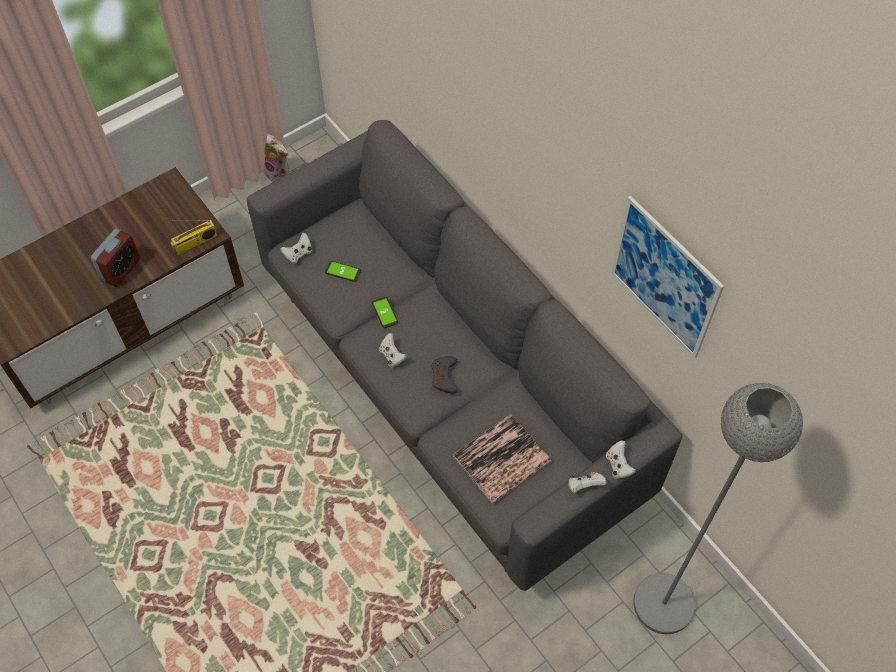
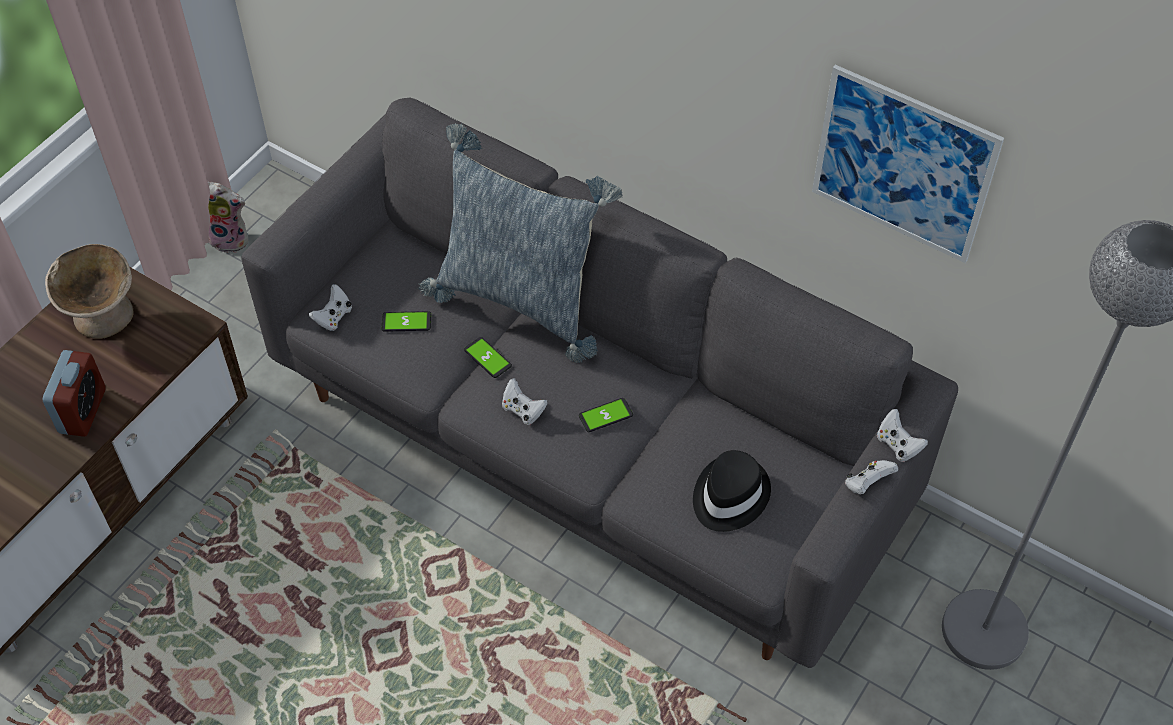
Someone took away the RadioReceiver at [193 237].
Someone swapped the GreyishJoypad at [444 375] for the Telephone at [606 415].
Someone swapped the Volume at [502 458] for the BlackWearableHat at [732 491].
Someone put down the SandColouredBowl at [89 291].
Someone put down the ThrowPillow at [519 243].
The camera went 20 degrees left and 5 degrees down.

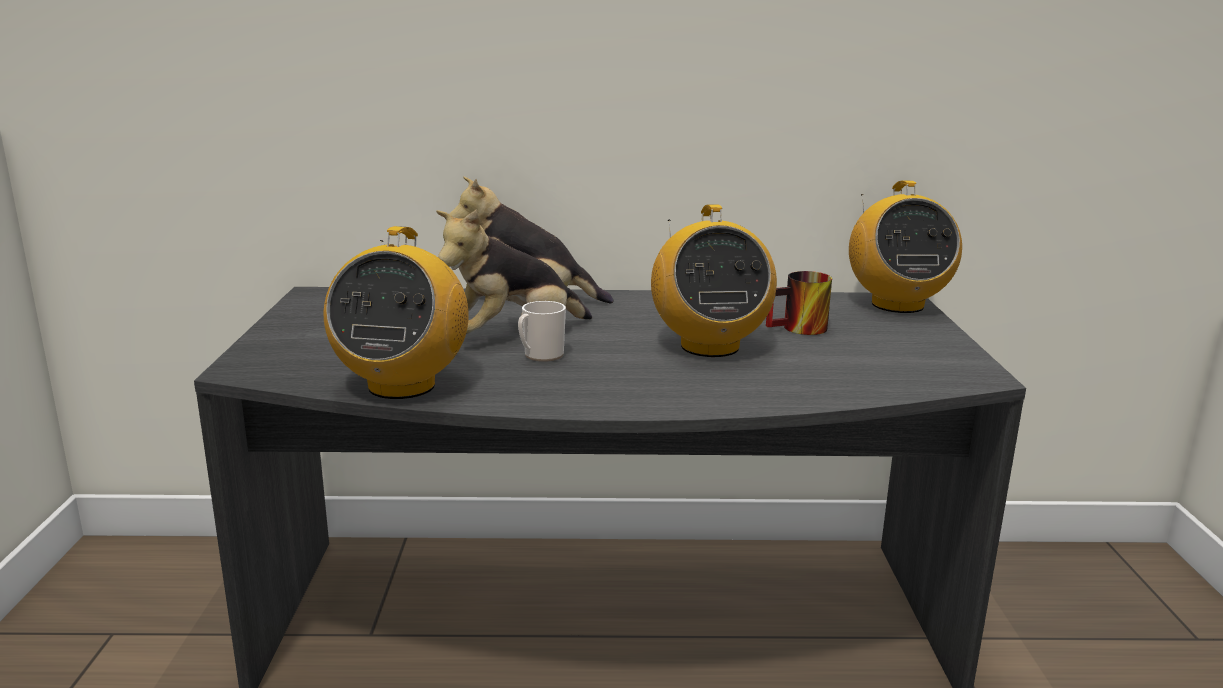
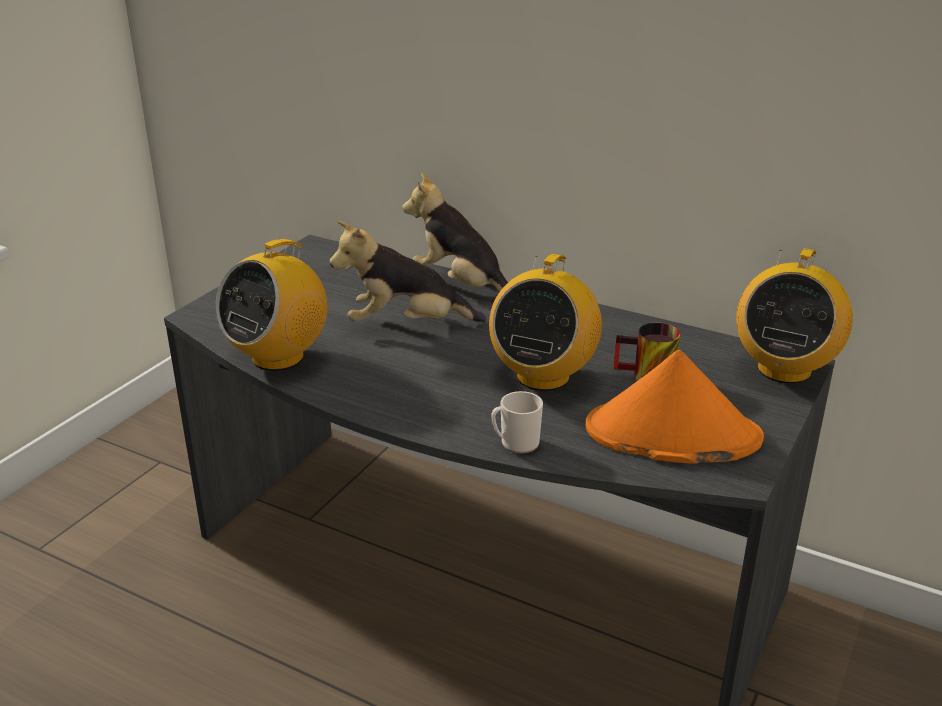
Someone carried the TeaMug from [542 331] to [517 422].
Someone put down the OrangeColouredWearableHat at [674 407].
The camera went 30 degrees right and 10 degrees up.

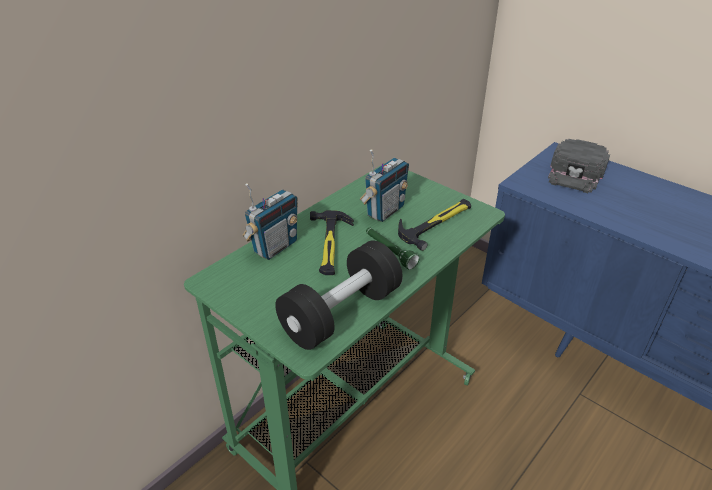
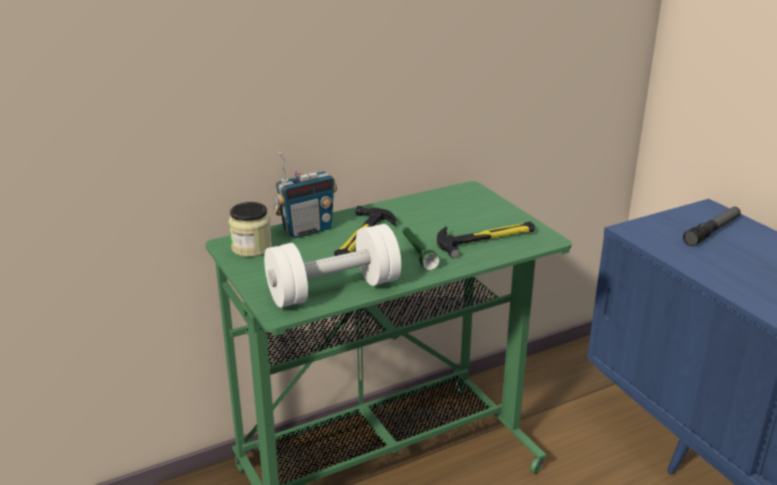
Someone repainted the BlackFreeWeight at [339 295], which became the WhiteColouredFreeWeight at [332 266].
Someone took away the RadioReceiver at [384 185].
Someone swapped the BlackCap at [579 166] for the HandTorch at [712 226].
Someone put down the StorageJar at [250 229].
The camera went 20 degrees right and 10 degrees down.

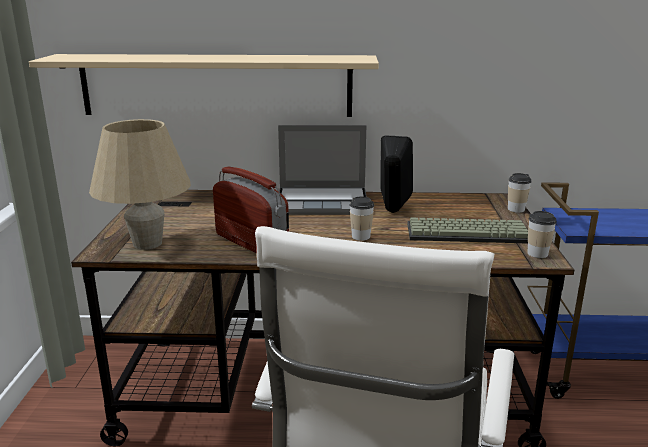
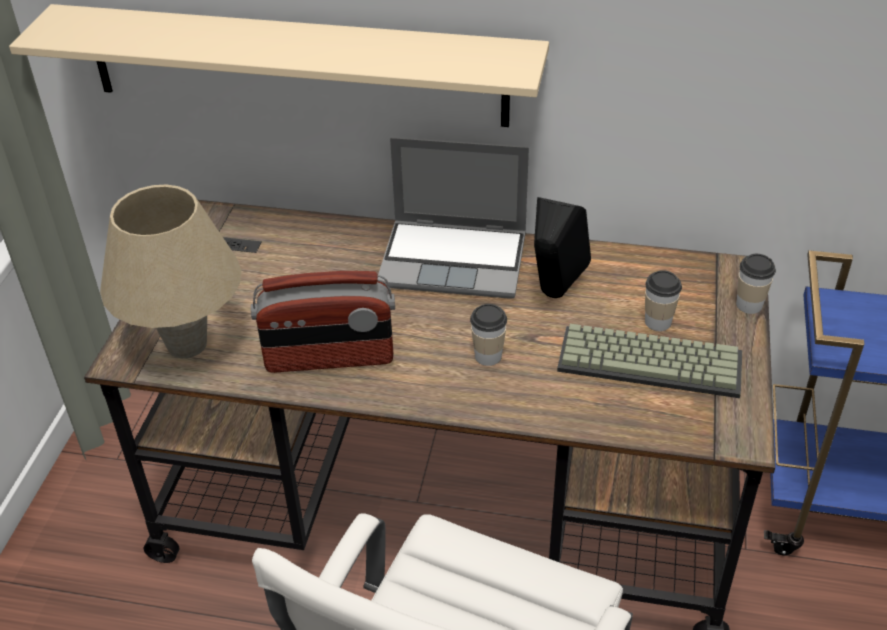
Someone rotated the RadioReceiver at [251 210] by 120 degrees clockwise.
Someone carried the Cup from [542 234] to [663 300].
The camera went 10 degrees right and 20 degrees up.

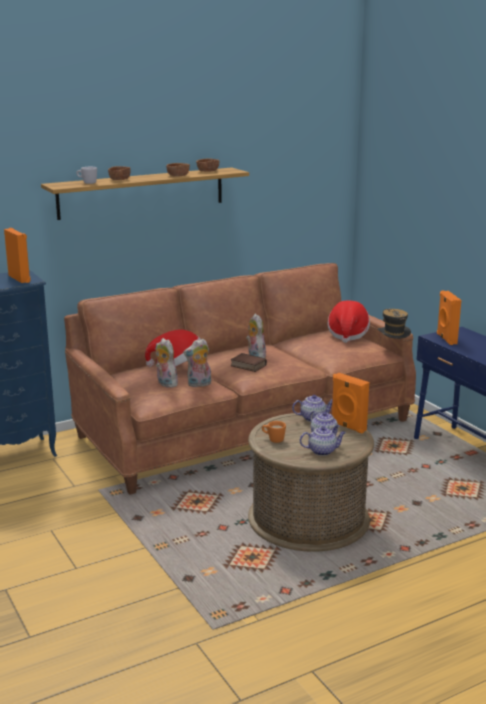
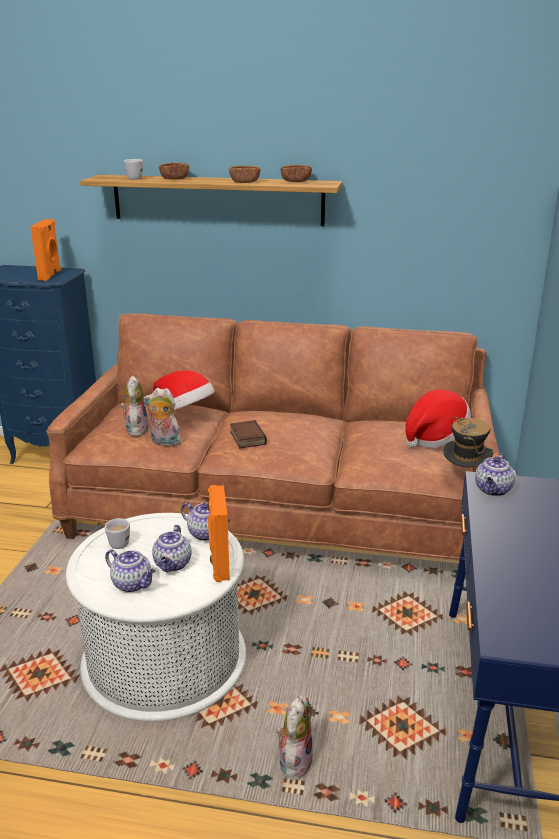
Someone carried the PlushToy from [256 336] to [294 737].
Someone repainted the BrownColouredLoungeTable at [311 482], which became the WhiteColouredLoungeTable at [156 617].
Someone repainted the OrangeColouredTeaMug at [274 432], which became the WhiteColouredTeaMug at [117 533].
Someone swapped the OrangeColouredAudioSpeaker at [449 318] for the TeaPot at [495 474].
The camera went 40 degrees right and 5 degrees up.

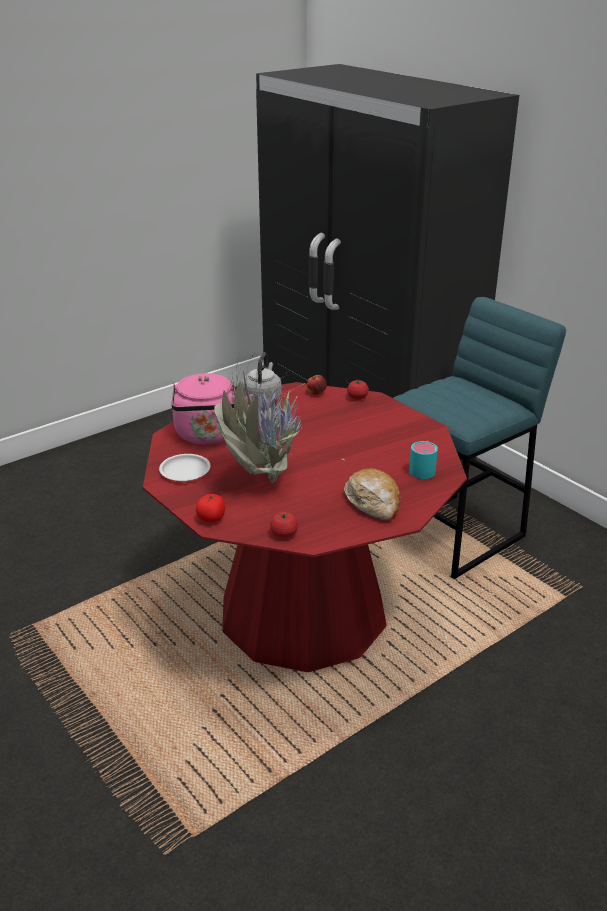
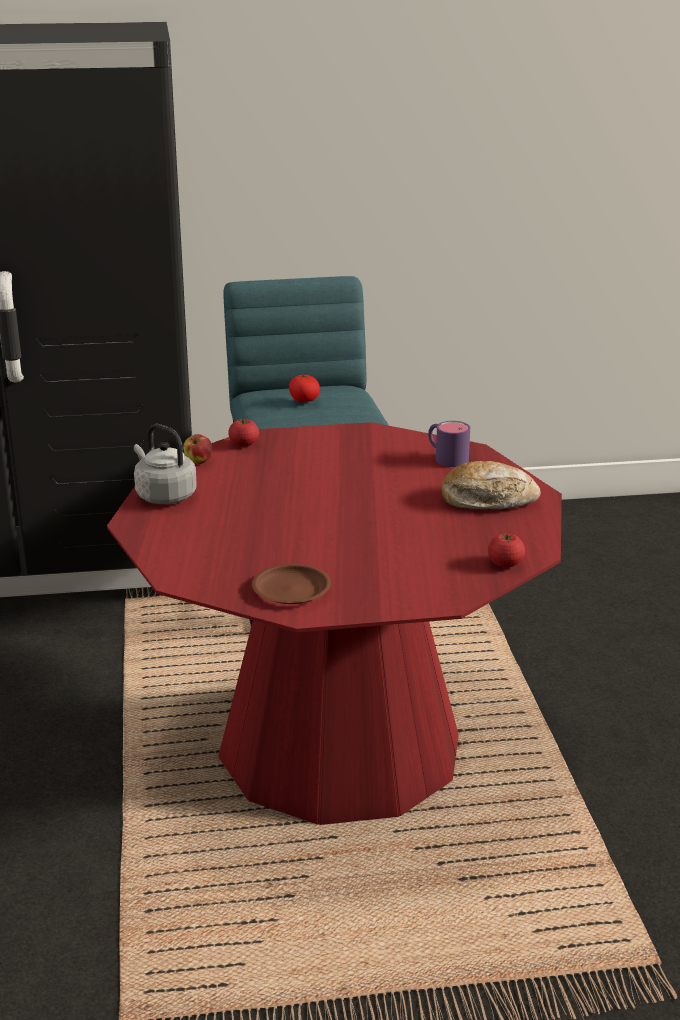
Someone repainted the WhiteColouredPlate at [185 467], which became the BrownColouredPlate at [291 584].
Someone took away the PinkishWaterKettle at [212 409].
Someone carried the WholeTomato from [210 508] to [304 388].
Someone took away the PlantInAPot at [279 416].
Someone repainted the BlueGreenTeaMug at [423 460], which became the PurplishTeaMug at [449 444].
The camera went 60 degrees left and 5 degrees down.

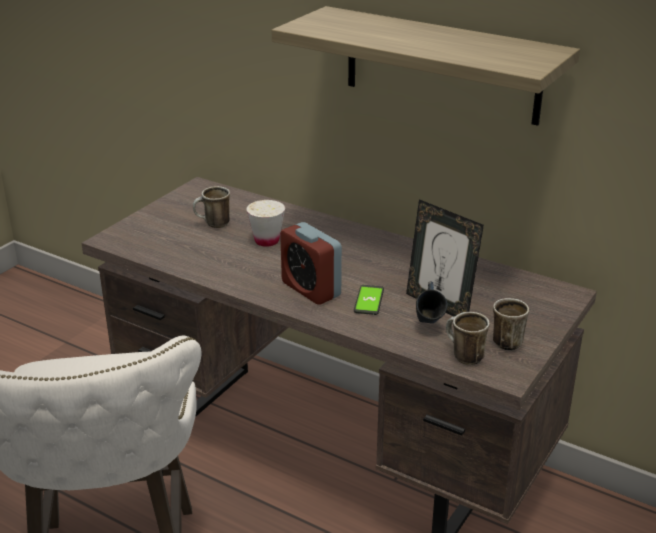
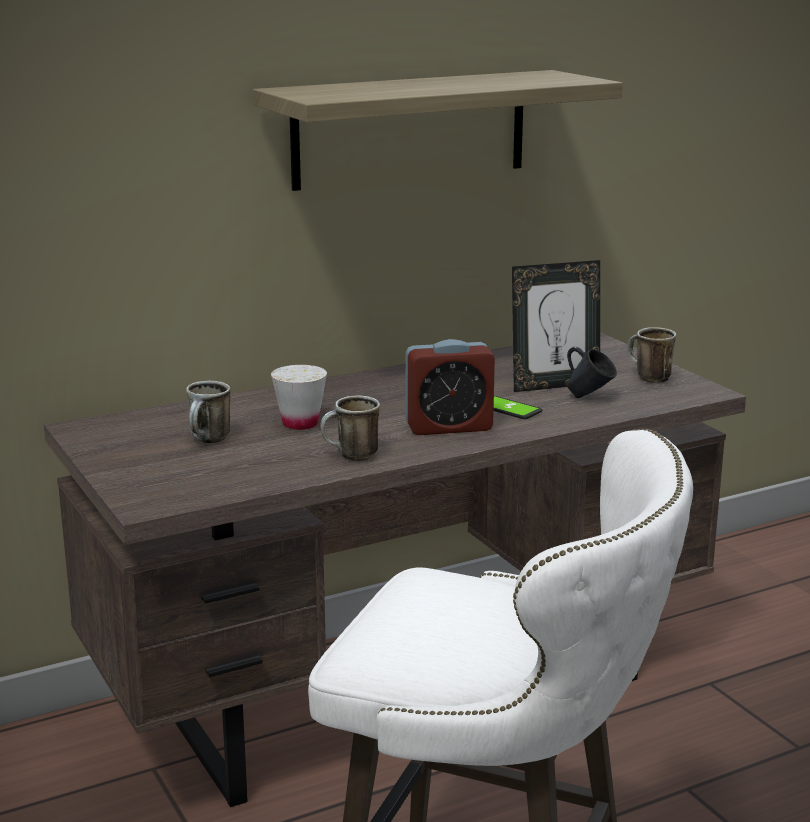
Someone carried the TeaMug from [468 338] to [350 428].
The camera went 60 degrees left and 10 degrees down.

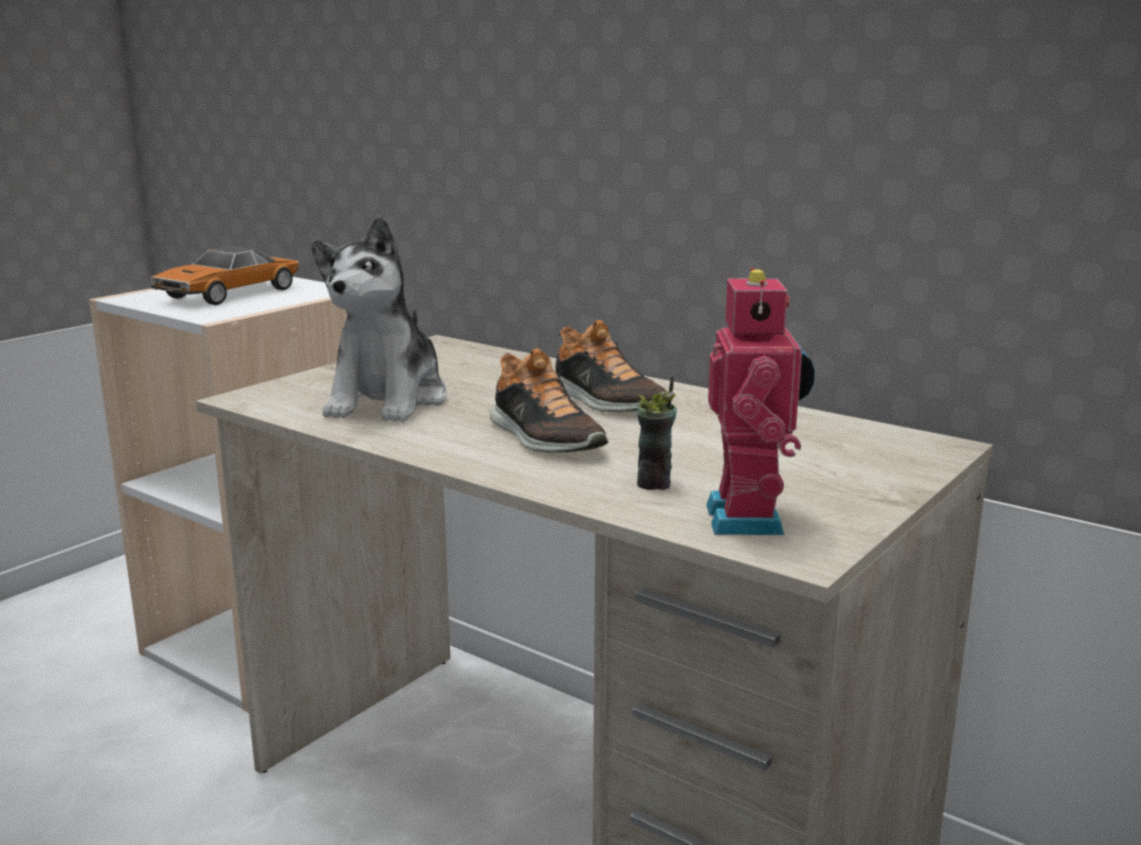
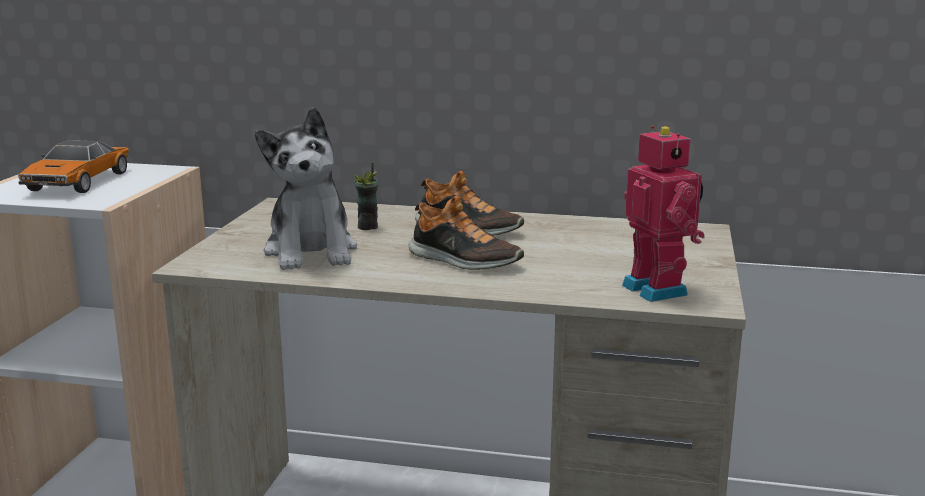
Someone carried the Cup from [657 433] to [366 196].
The camera went 25 degrees left and 0 degrees up.

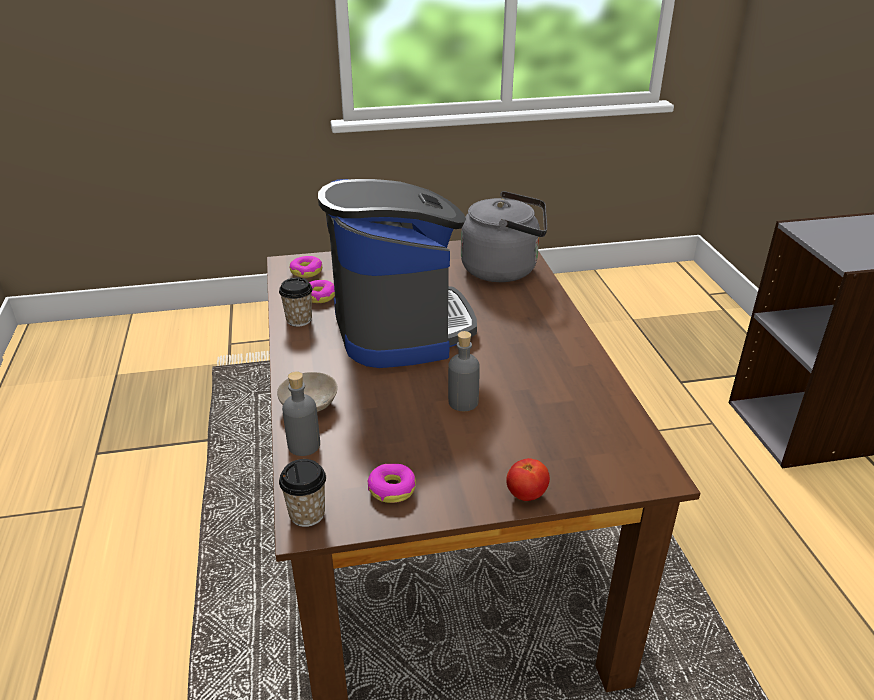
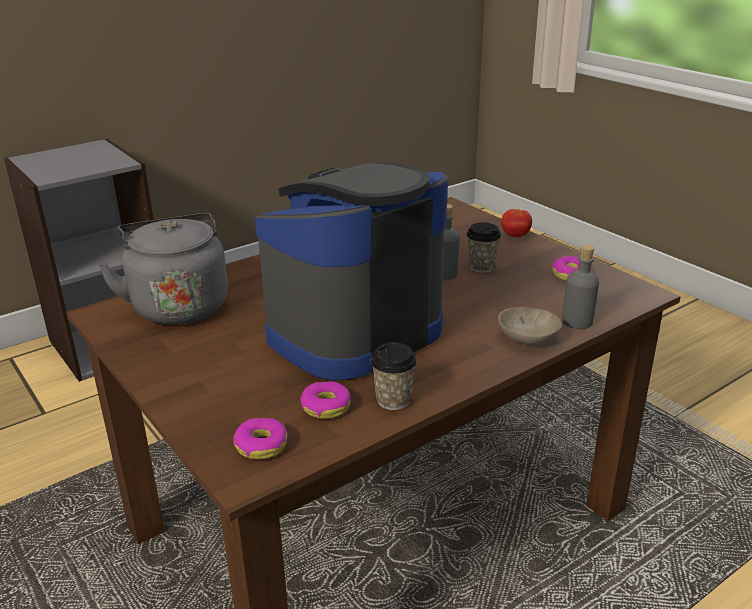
Someone carried the Cup from [302 493] to [483 247].
The camera went 115 degrees left and 5 degrees down.

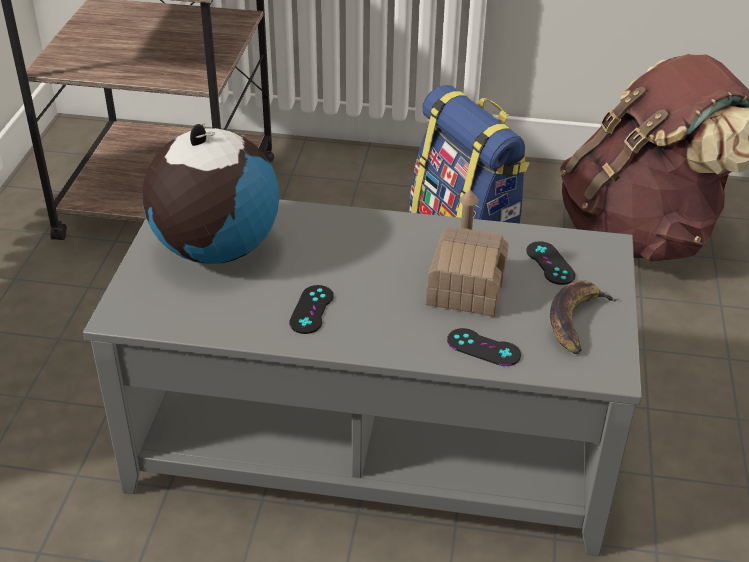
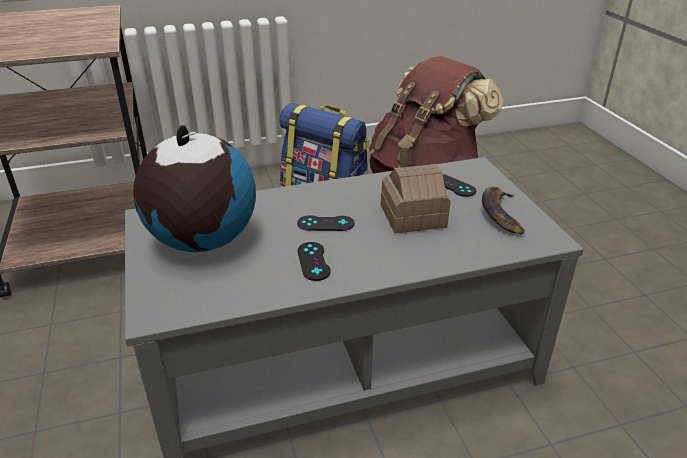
Someone carried the BlackJoypad from [484 347] to [326 223].
The camera went 25 degrees left and 5 degrees down.

